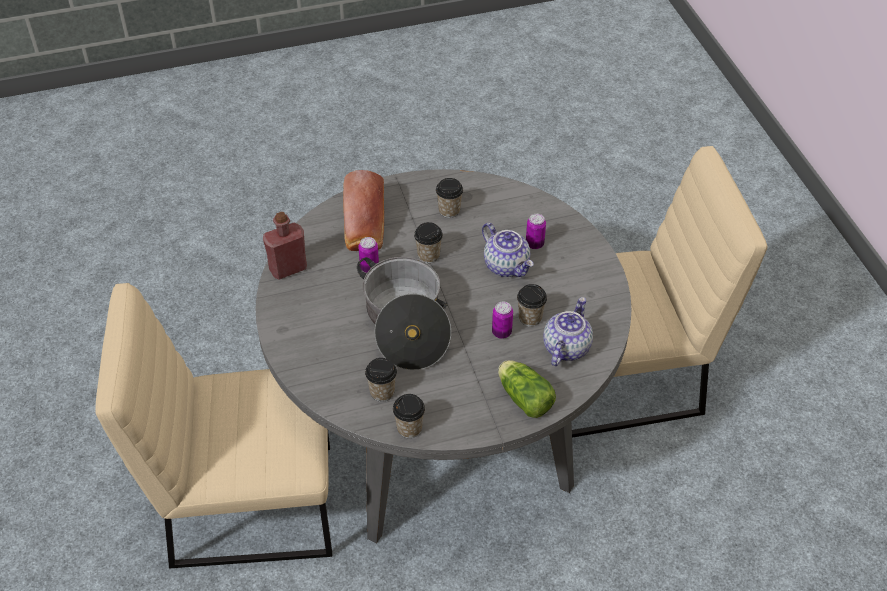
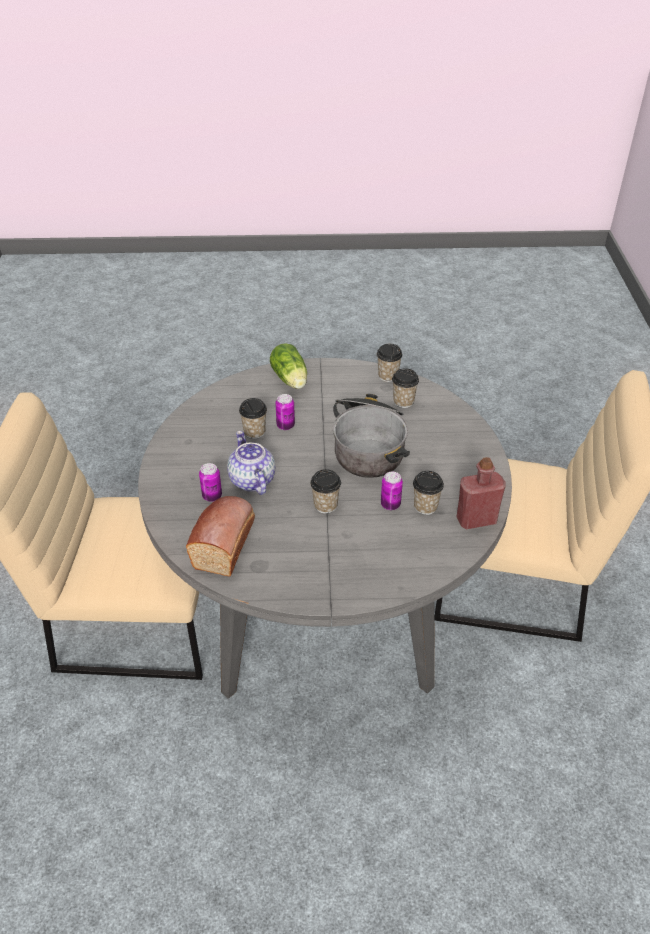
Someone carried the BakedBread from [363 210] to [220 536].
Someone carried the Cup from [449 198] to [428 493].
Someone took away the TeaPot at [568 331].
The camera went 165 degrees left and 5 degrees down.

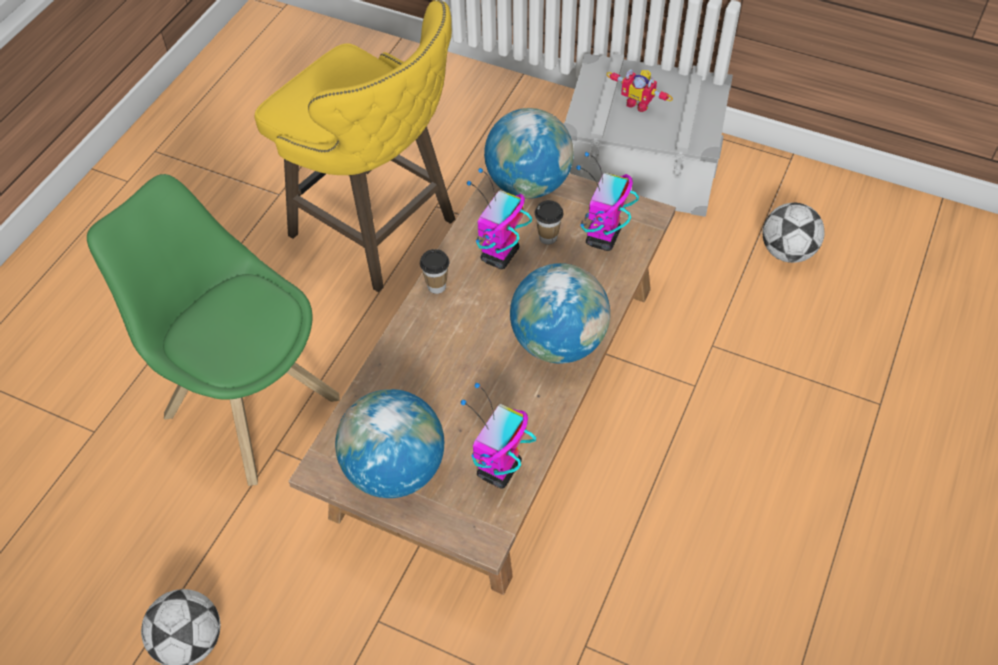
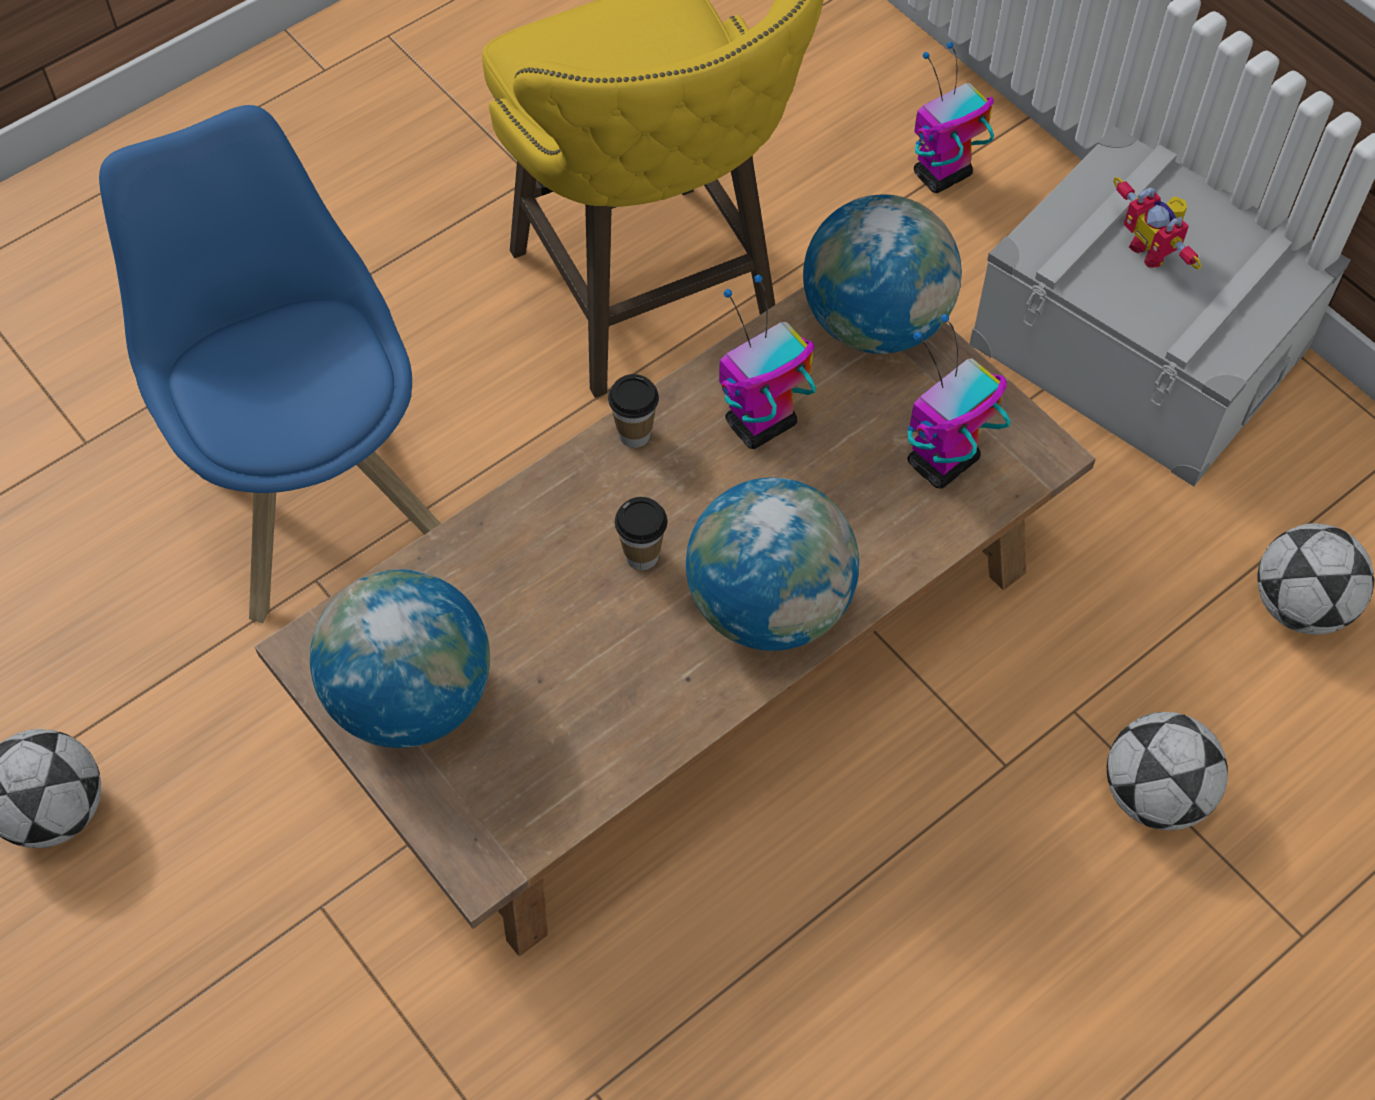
Someone repainted the GreenishPlainChair at [213 330], which became the BlueColouredPlainChair at [270 364].
Someone carried the RobotFigure from [498 436] to [954 117].
Someone carried the Cup from [549 222] to [641 533].
Someone put down the BallForFootball at [1167 771].
The camera went 25 degrees right and 5 degrees up.

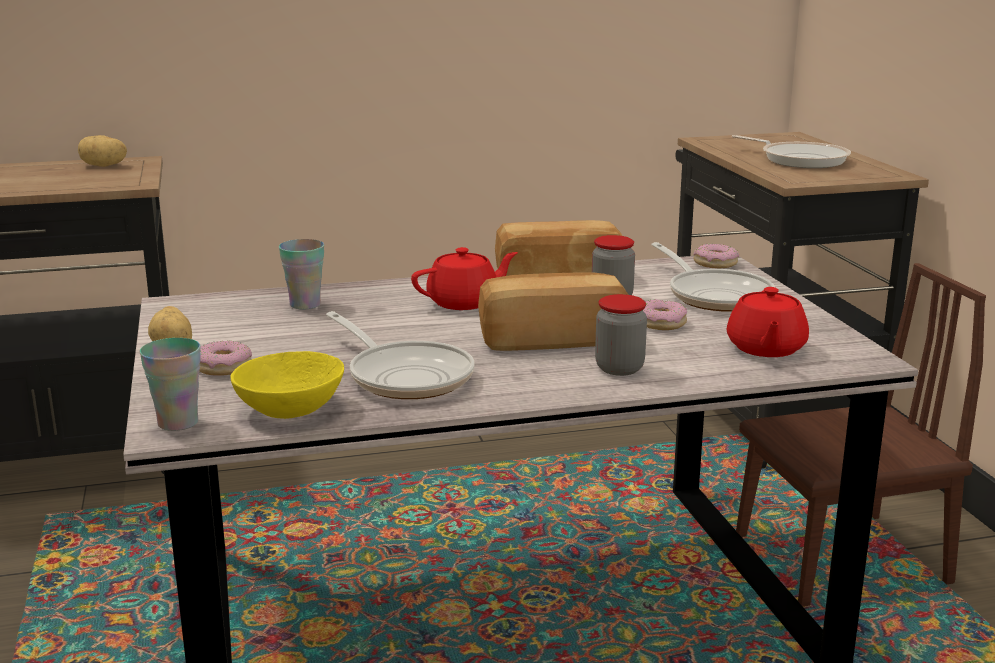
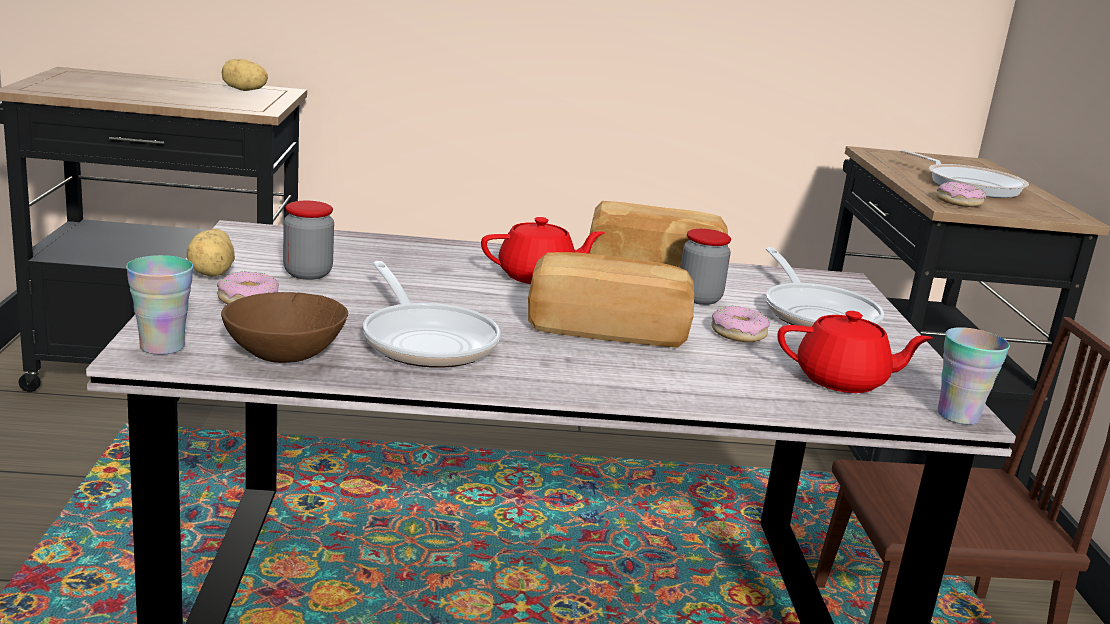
Someone repainted the YellowBowl at [287 385], which became the BrownColouredBowl at [284 327].
Someone carried the Cup from [301 274] to [973 376].
Someone carried the StorageJar from [621 335] to [308 240].
Someone carried the RingDoughnut from [716 256] to [961 194].
Someone rotated the RedColouredTeaPot at [768 322] by 105 degrees counterclockwise.
The camera went 10 degrees right and 0 degrees up.

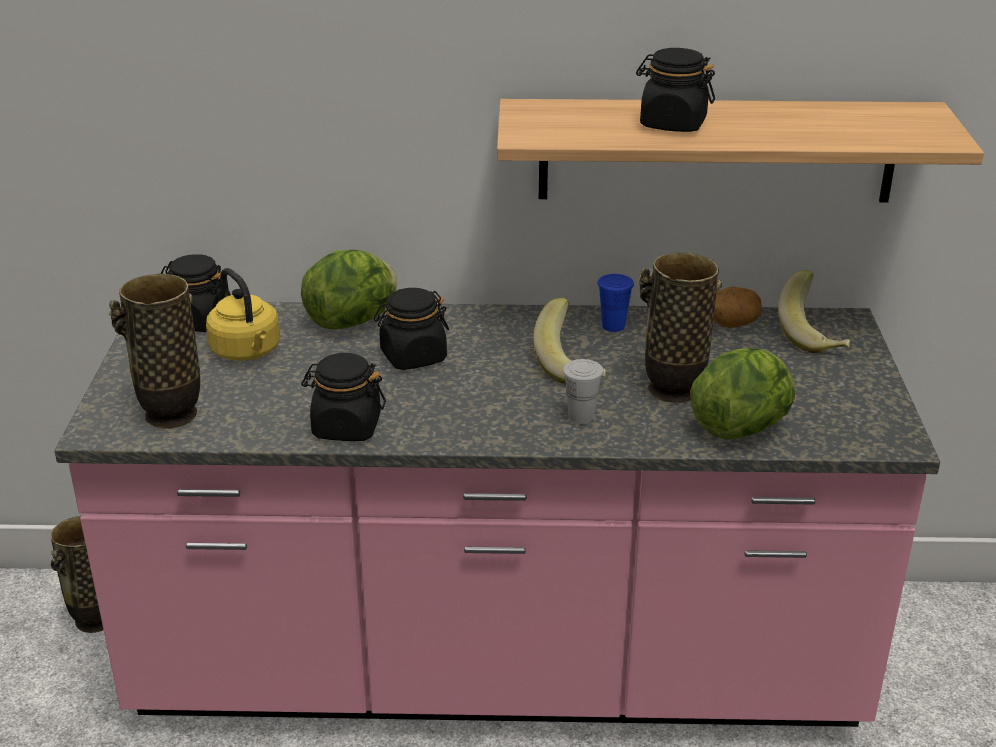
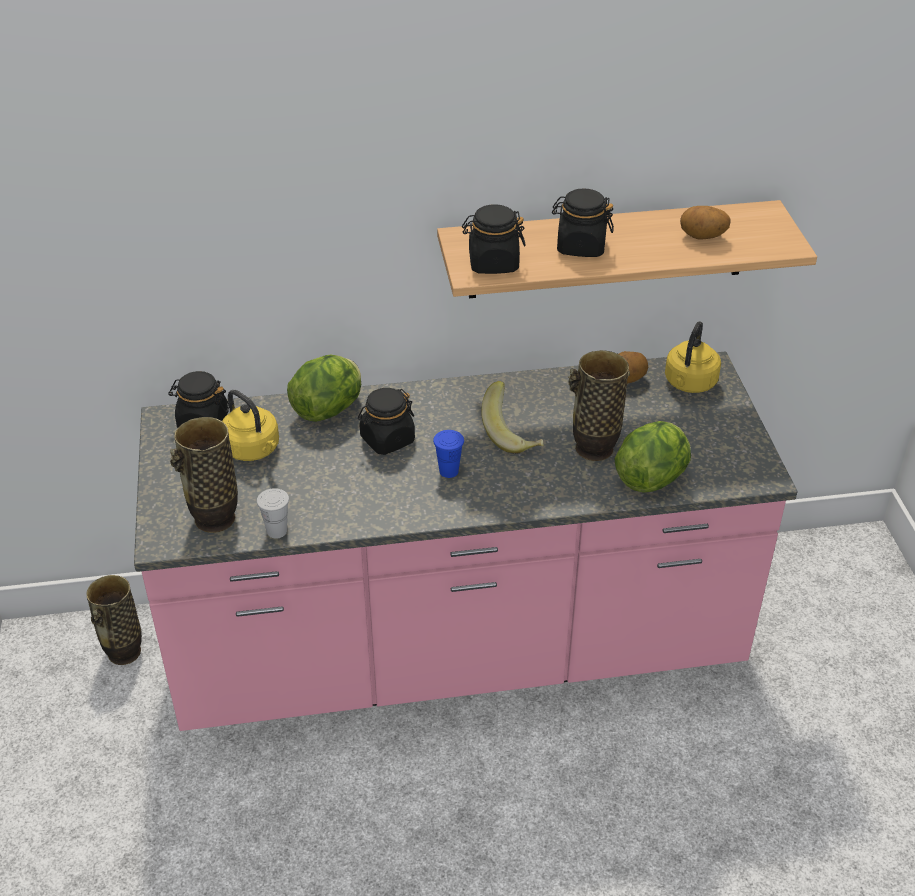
Someone carried the BlackStorageJar from [343 397] to [494 239].
Someone carried the WhiteColouredCup from [583 391] to [273 513].
Someone carried the BlueColouredCup from [616 303] to [448 454].
Someone swapped the Banana at [814 311] for the YellowWaterKettle at [693 357].
Someone put down the WholePotato at [705 222].
The camera went 10 degrees left and 10 degrees up.

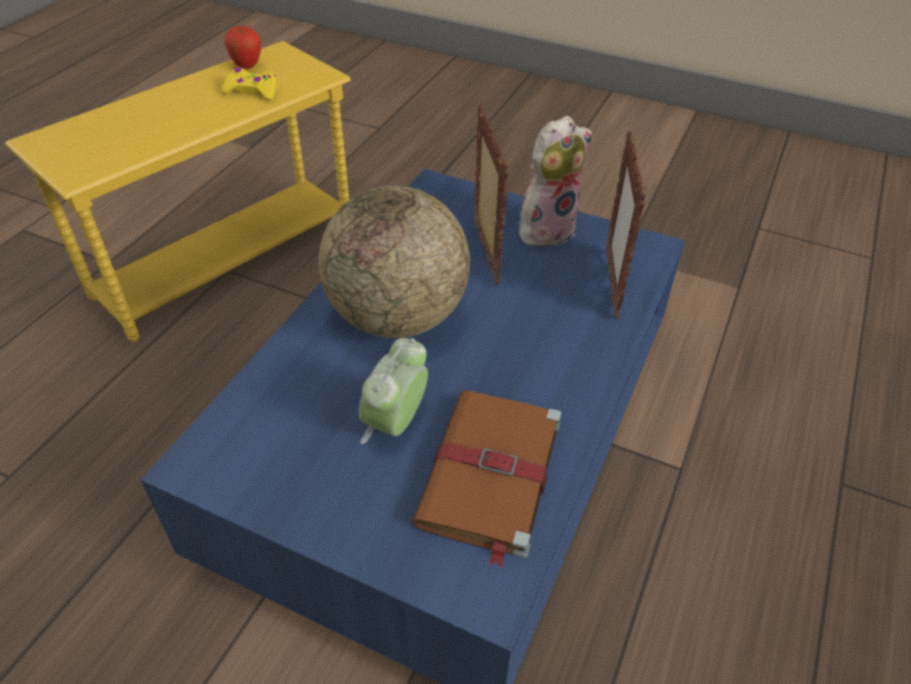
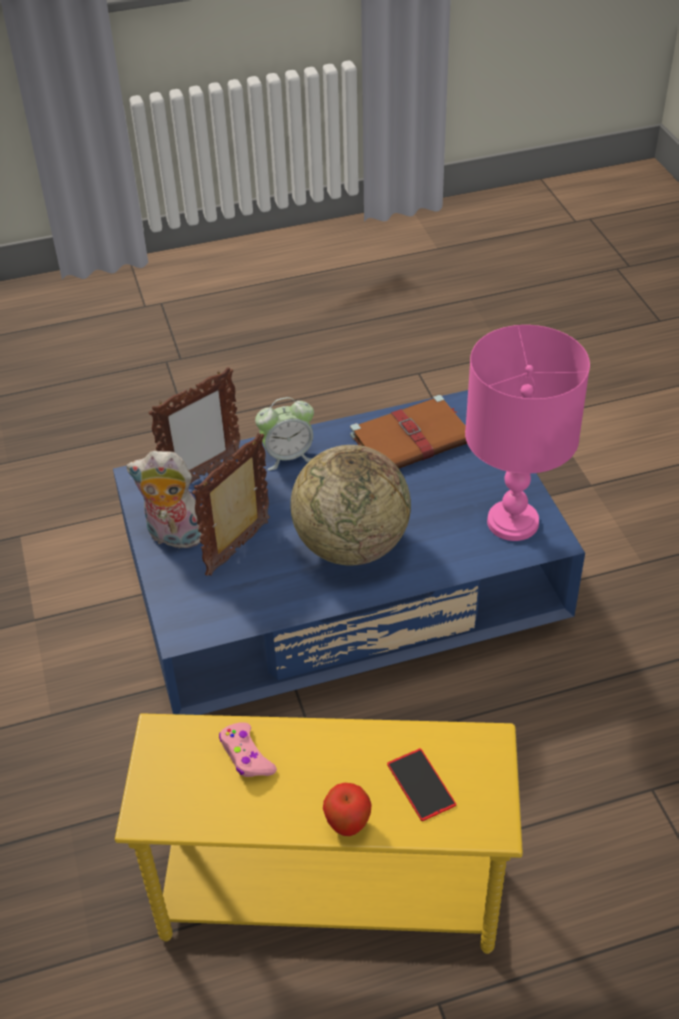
Someone repainted the YellowJoypad at [248 83], which became the PinkishJoypad at [248 749].
Someone carried the AppleFruit from [242 47] to [347 809].
Someone carried the TableClock from [393 391] to [284 434].
Someone put down the Telephone at [421 784].
Someone put down the PinkishTabletopLamp at [527 433].
The camera went 130 degrees left and 0 degrees up.

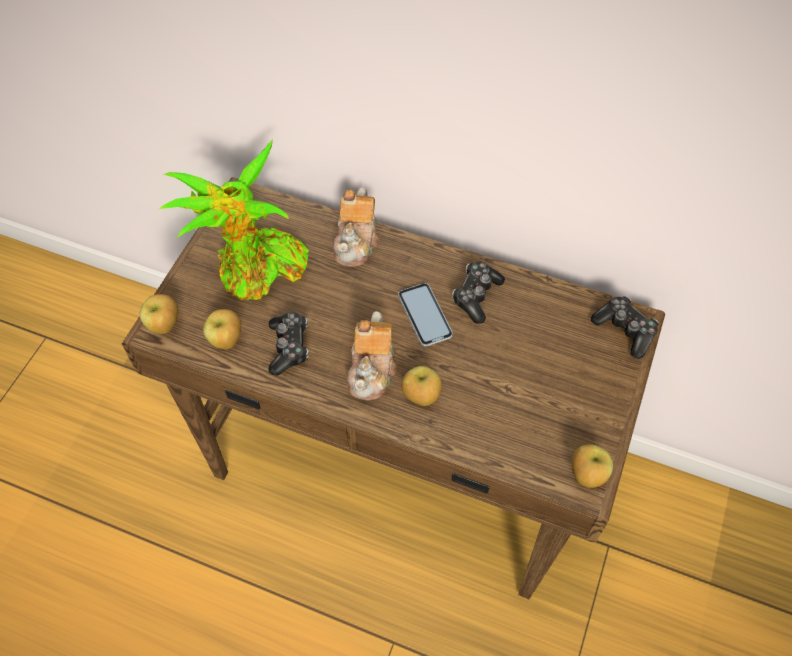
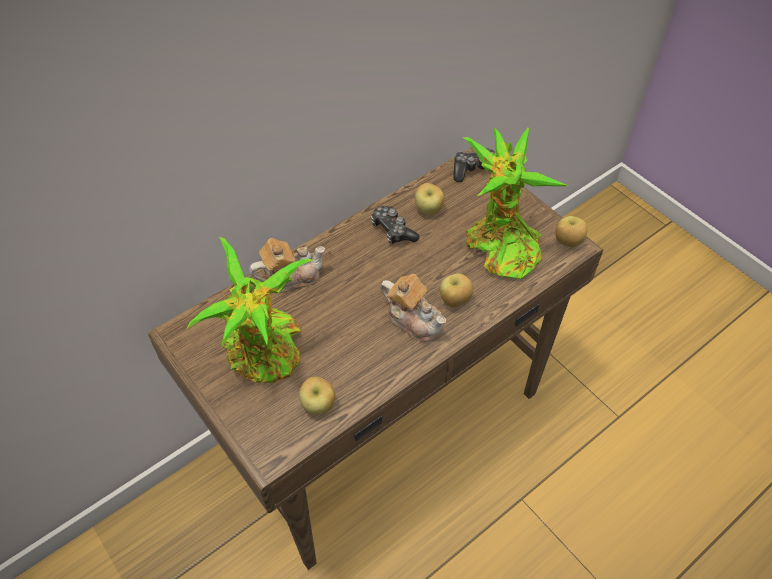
Someone carried the AppleFruit from [159 314] to [430 199].
Someone took away the Joypad at [289 344].
Someone rotated the TeaPot at [356 227] by 60 degrees counterclockwise.
Someone took away the Telephone at [425 315].
Someone put down the PlantInAPot at [515 203].
The camera went 60 degrees left and 5 degrees down.

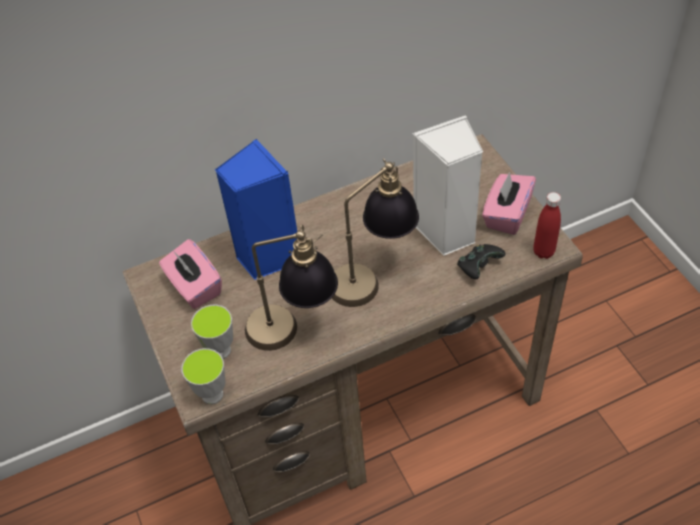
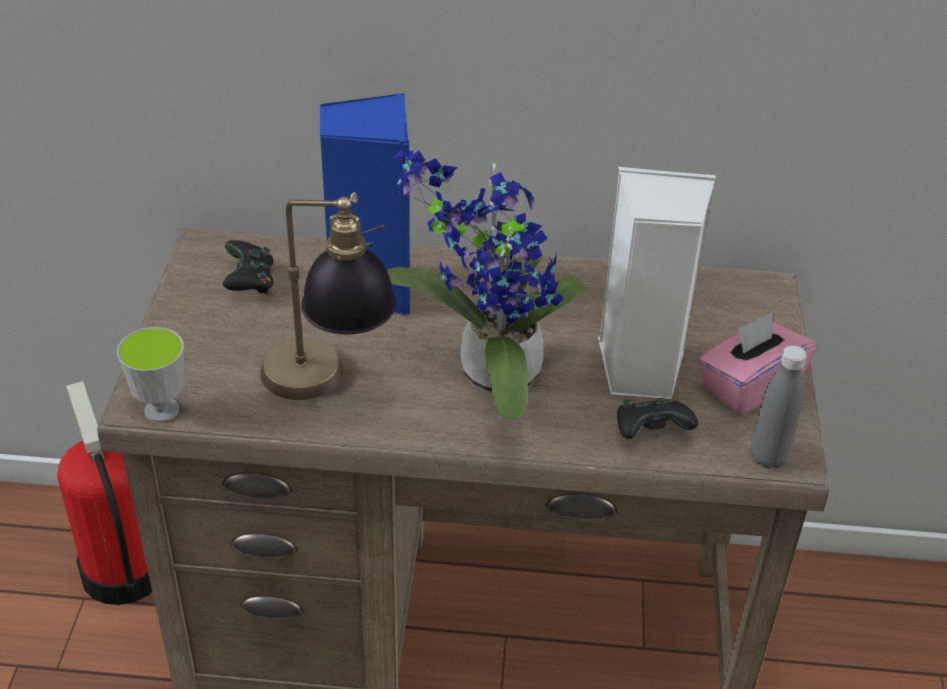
Someone swapped the PinkishBoxOfTissues at [190 274] for the BlackJoypad at [248 267].
Someone took away the Cup at [212 332].
Someone swapped the TabletopLamp at [375 232] for the PlantInAPot at [486 284].
Someone repainted the RedColouredDrinkBottle at [547 225], which became the GreyishDrinkBottle at [779 407].
Someone put down the Extinguisher at [104 493].
The camera went 25 degrees right and 10 degrees down.

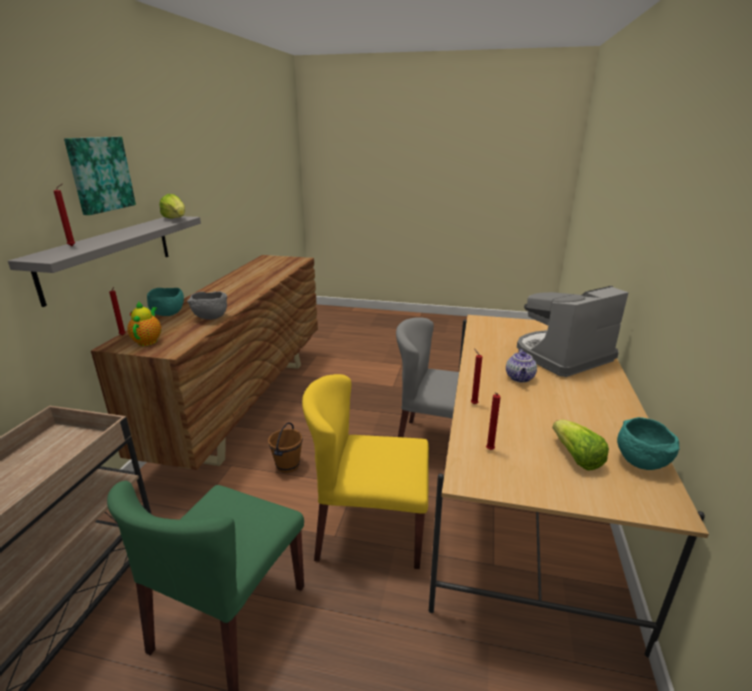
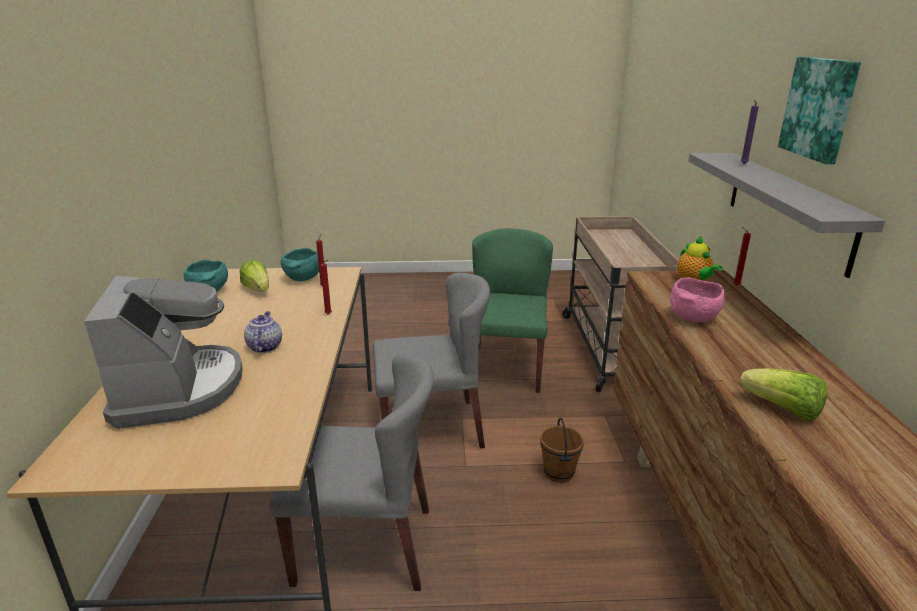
Someone repainted the RedColouredCandle at [64 214], which became the PurplishCandle at [749 132].
Someone carried the BlueGreenBowl from [165 302] to [299 264].
Someone carried the HeadOfLettuce from [172 206] to [783 394].
Someone repainted the GreyishBowl at [207 305], which became the PinkishBowl at [698 299].
Someone repainted the YellowPlainChair at [365 471], which became the GreyishPlainChair at [431 360].
Someone rotated the CoffeeBrewer at [573 331] by 60 degrees counterclockwise.
The camera went 165 degrees right and 0 degrees up.

